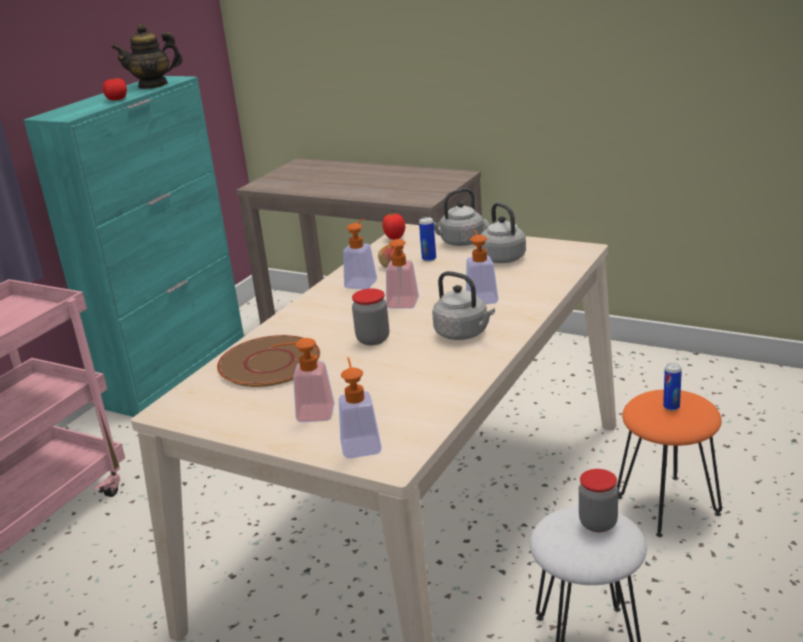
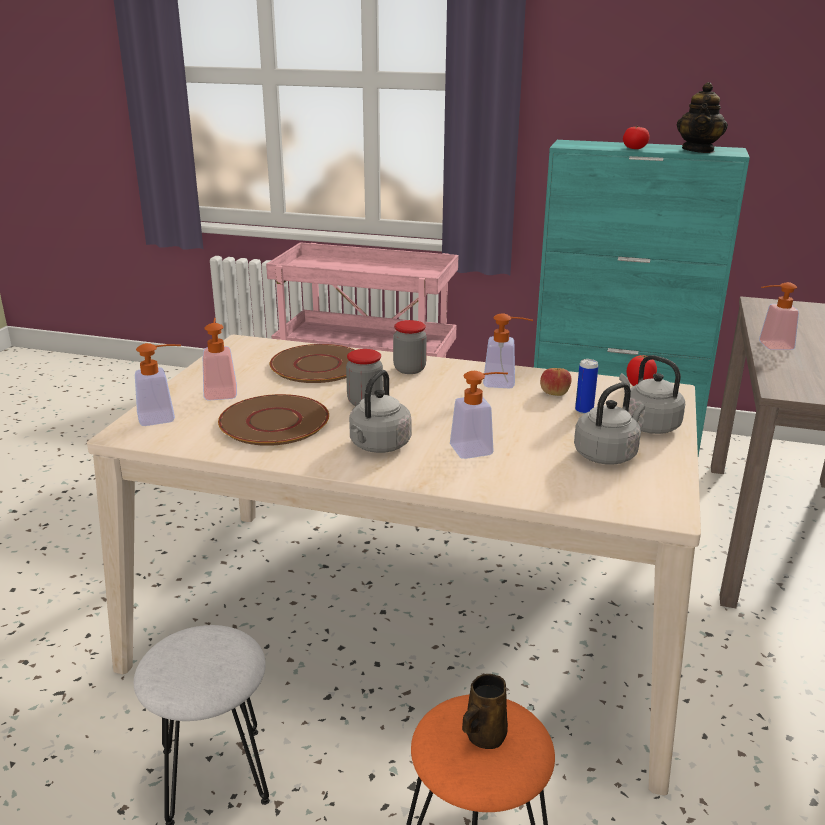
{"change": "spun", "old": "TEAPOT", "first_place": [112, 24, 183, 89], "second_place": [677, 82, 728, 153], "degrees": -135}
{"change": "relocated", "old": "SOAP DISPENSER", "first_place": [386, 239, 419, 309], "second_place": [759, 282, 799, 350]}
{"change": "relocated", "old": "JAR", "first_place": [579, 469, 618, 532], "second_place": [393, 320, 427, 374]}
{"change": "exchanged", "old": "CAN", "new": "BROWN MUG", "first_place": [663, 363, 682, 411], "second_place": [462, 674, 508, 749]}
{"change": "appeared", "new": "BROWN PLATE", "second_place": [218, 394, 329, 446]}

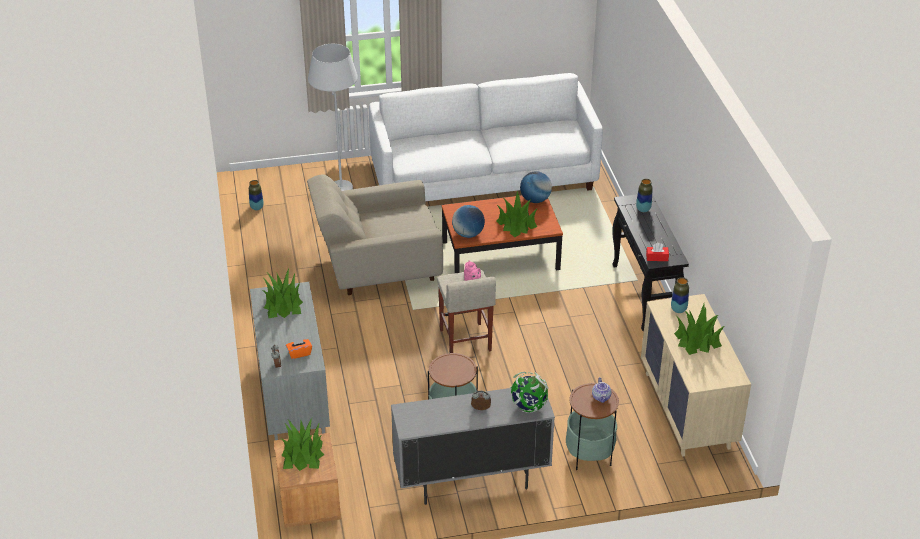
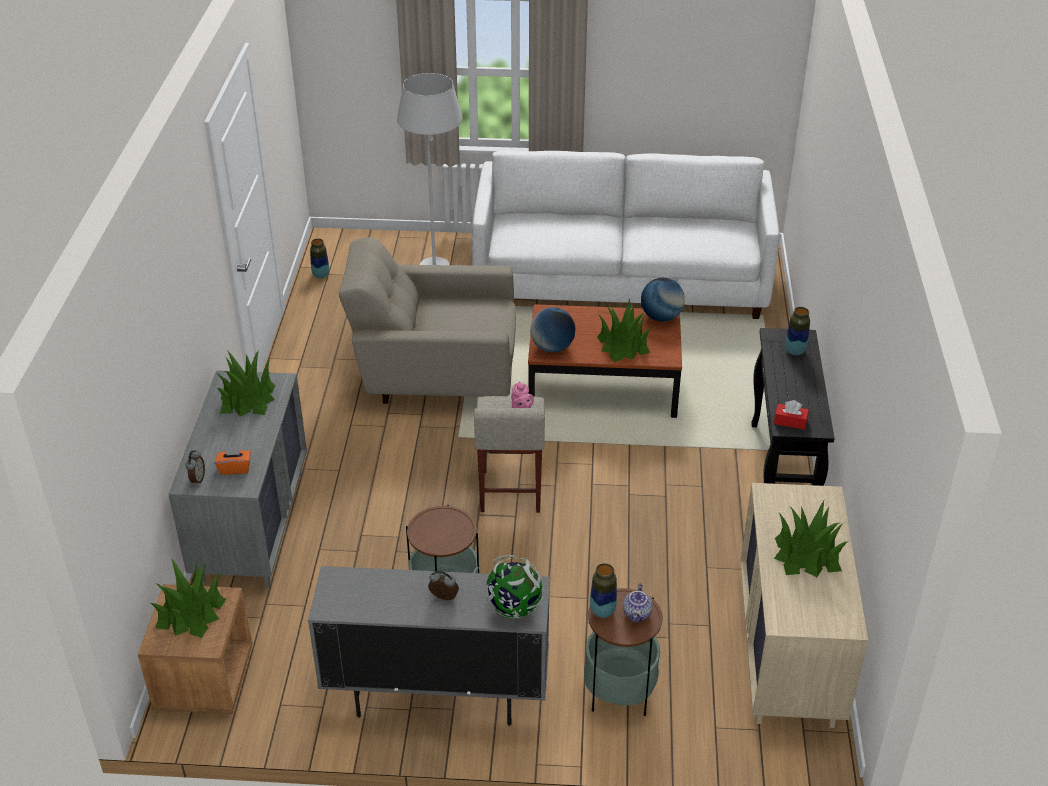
{"change": "relocated", "old": "VASE", "first_place": [671, 277, 689, 313], "second_place": [590, 563, 617, 618]}

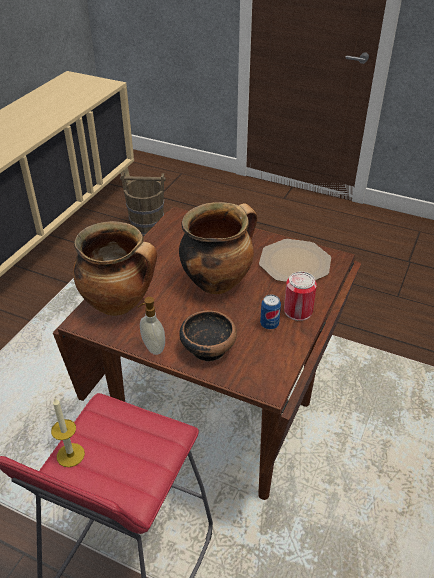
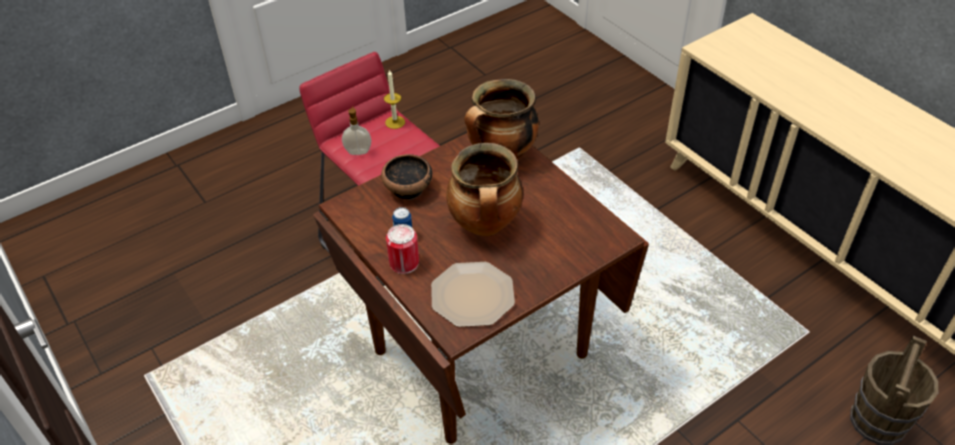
{"change": "relocated", "old": "SOAP DISPENSER", "first_place": [137, 297, 165, 355], "second_place": [342, 106, 371, 155]}

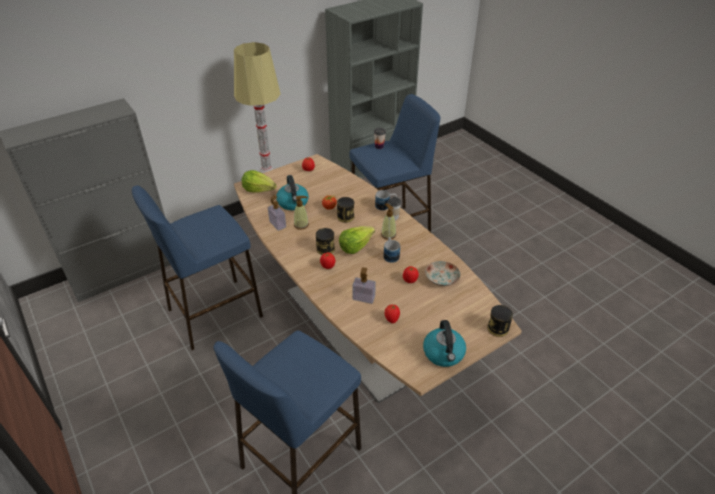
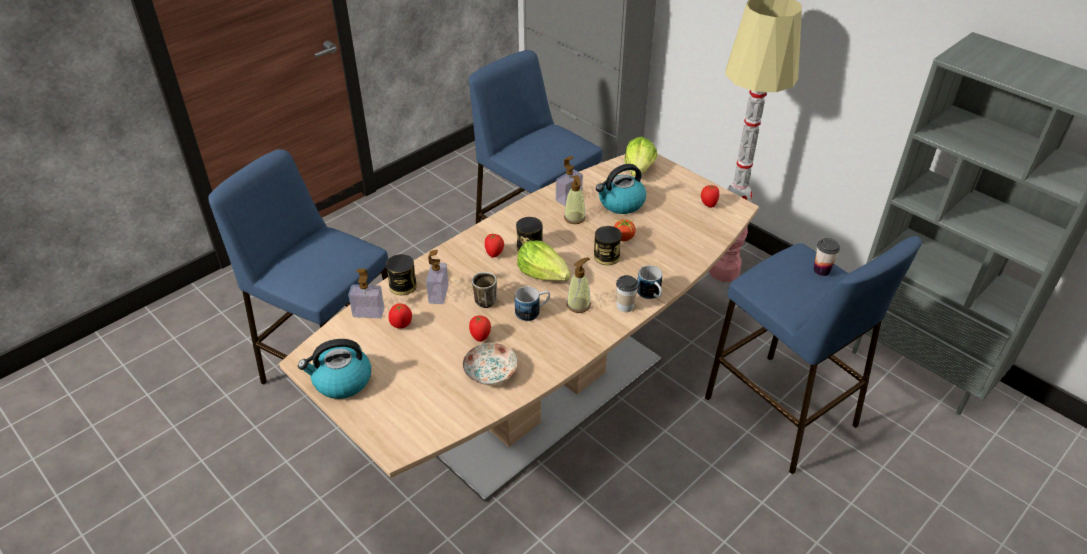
{"change": "relocated", "old": "CAN", "first_place": [487, 305, 513, 337], "second_place": [386, 254, 417, 295]}
{"change": "appeared", "new": "SOAP DISPENSER", "second_place": [348, 269, 385, 318]}
{"change": "appeared", "new": "MUG", "second_place": [472, 272, 497, 308]}

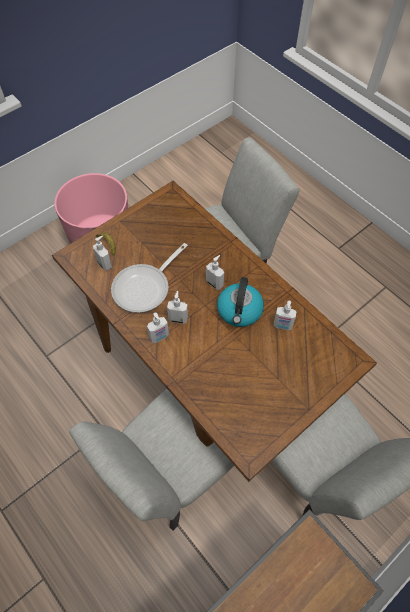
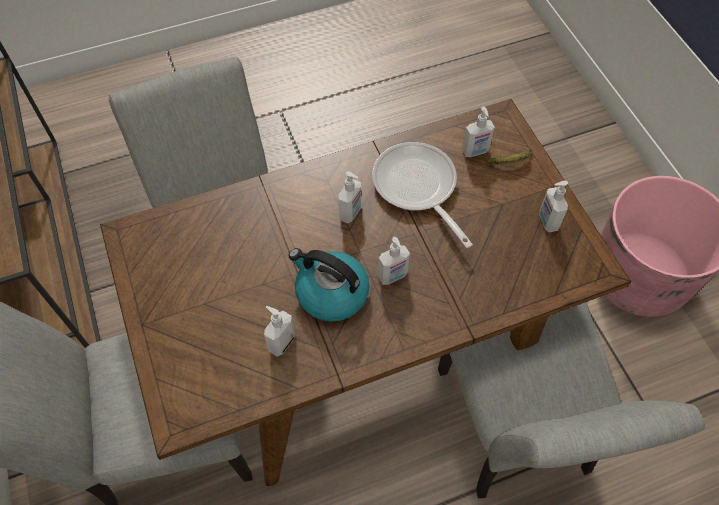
{"change": "relocated", "old": "SOAP DISPENSER", "first_place": [147, 312, 169, 343], "second_place": [539, 181, 568, 233]}

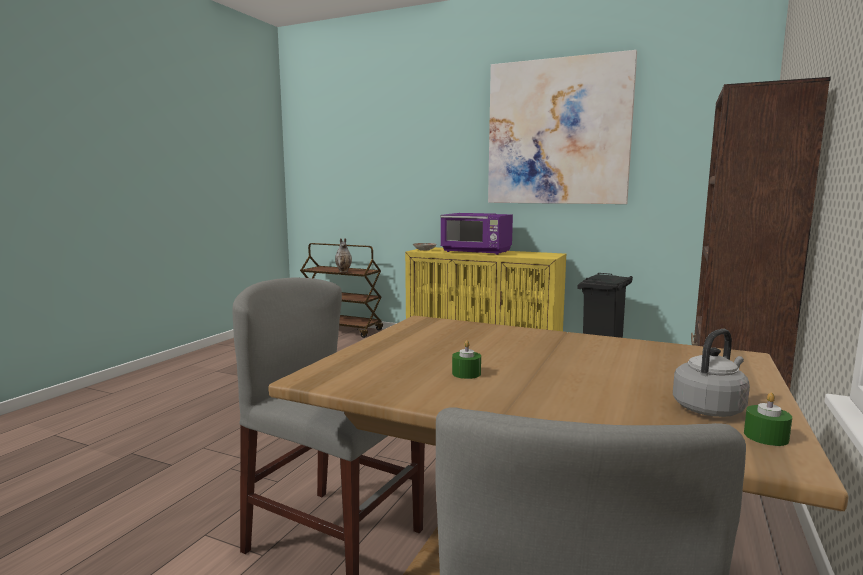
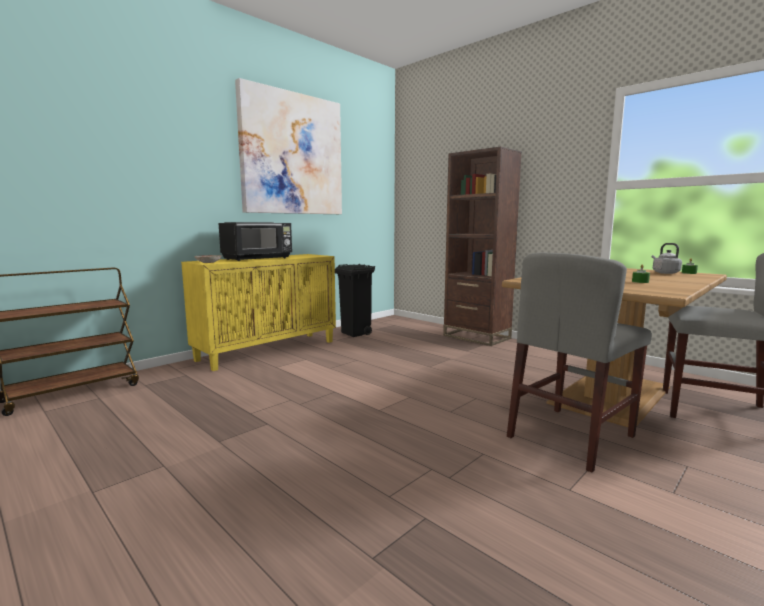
{"change": "missing", "old": "VASE", "first_place": [335, 238, 352, 272]}
{"change": "colour", "old": "PURPLE MICROWAVE", "new": "BLACK MICROWAVE", "first_place": [440, 213, 513, 255], "second_place": [219, 222, 292, 261]}

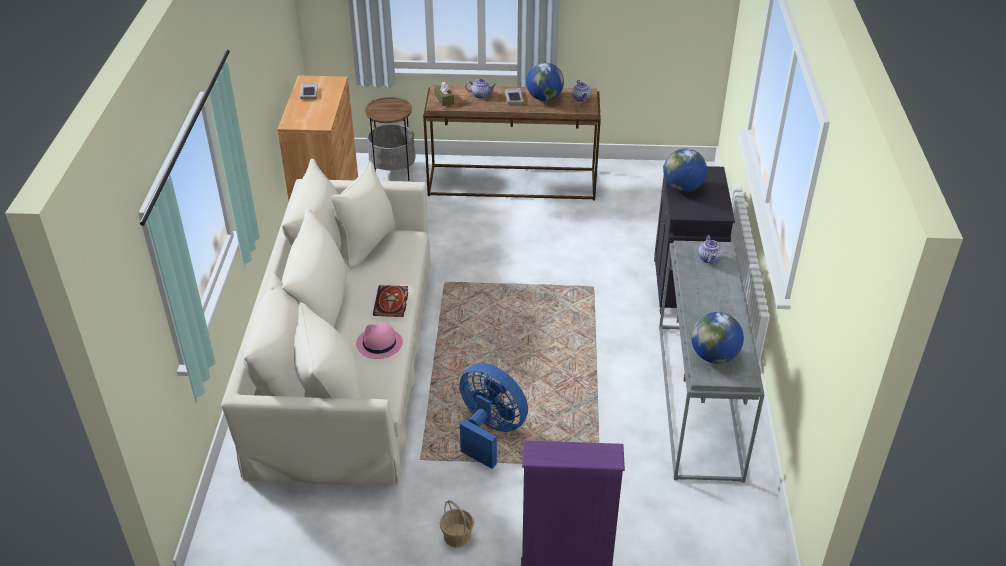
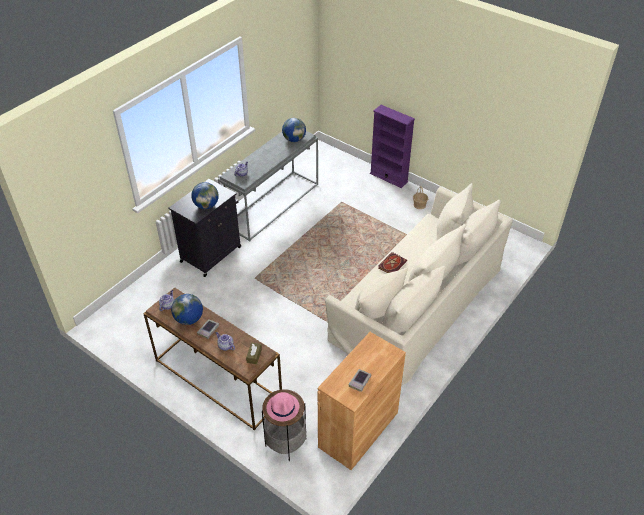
{"change": "relocated", "old": "PINK HAT", "first_place": [356, 323, 403, 359], "second_place": [267, 392, 299, 421]}
{"change": "missing", "old": "BLUE FAN", "first_place": [460, 363, 528, 469]}

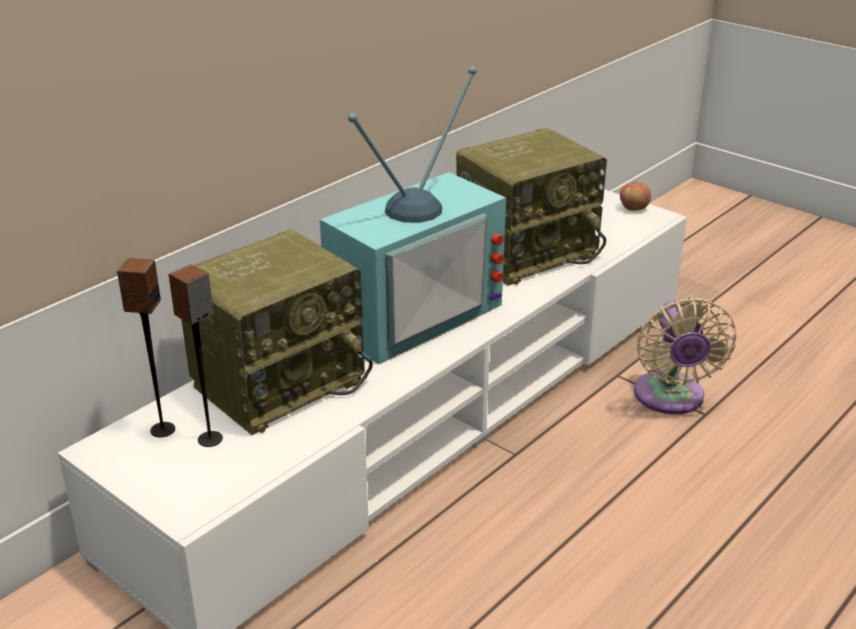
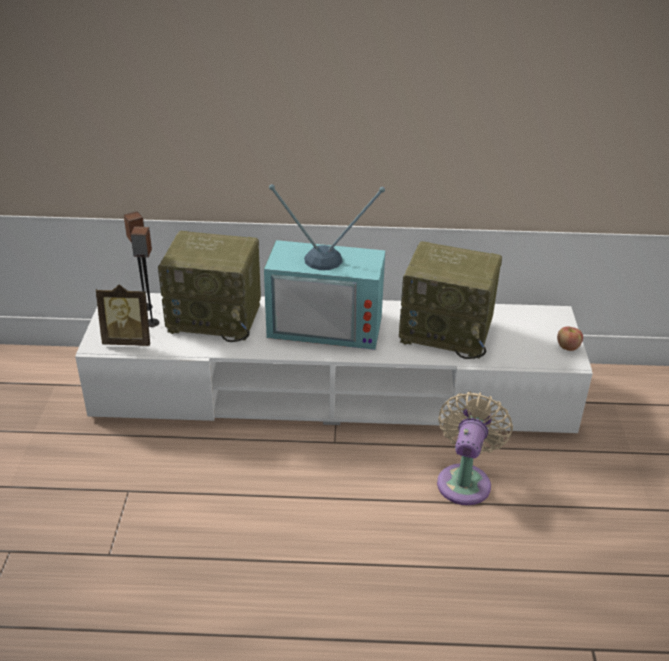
{"change": "spun", "old": "BEIGE FAN", "first_place": [634, 297, 736, 414], "second_place": [437, 392, 513, 505], "degrees": 150}
{"change": "appeared", "new": "PICTURE FRAME", "second_place": [96, 285, 150, 346]}

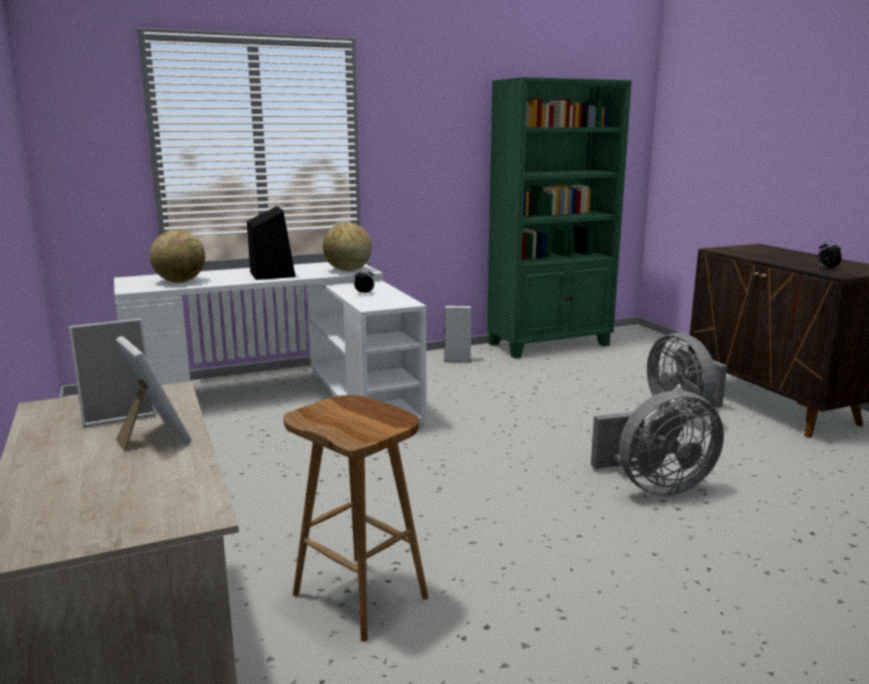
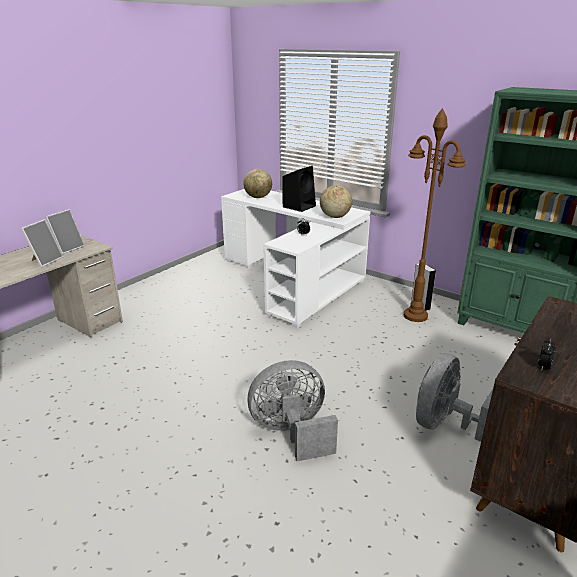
{"change": "spun", "old": "PICTURE FRAME", "first_place": [69, 319, 156, 427], "second_place": [45, 209, 85, 254], "degrees": -90}
{"change": "missing", "old": "BROWN STOOL", "first_place": [284, 395, 429, 642]}
{"change": "spun", "old": "GREY FAN", "first_place": [591, 390, 724, 496], "second_place": [248, 360, 338, 461], "degrees": 120}
{"change": "appeared", "new": "BROWN FLOOR LAMP", "second_place": [404, 108, 466, 322]}

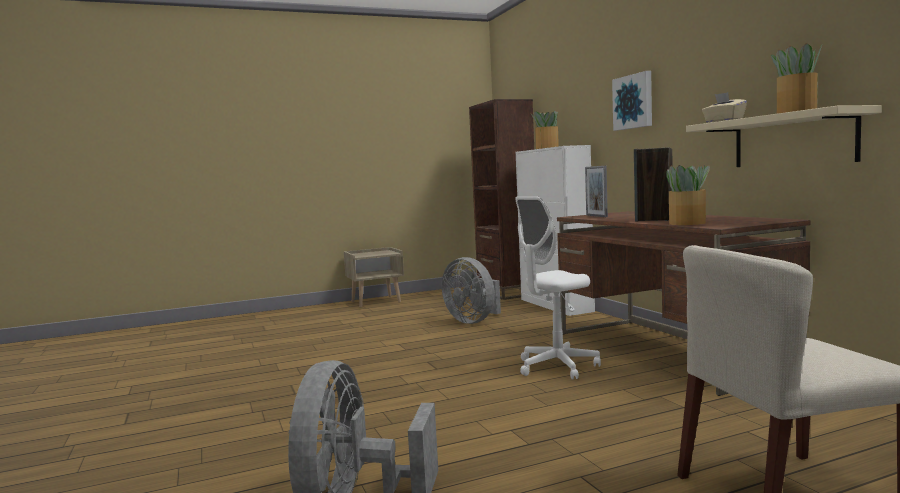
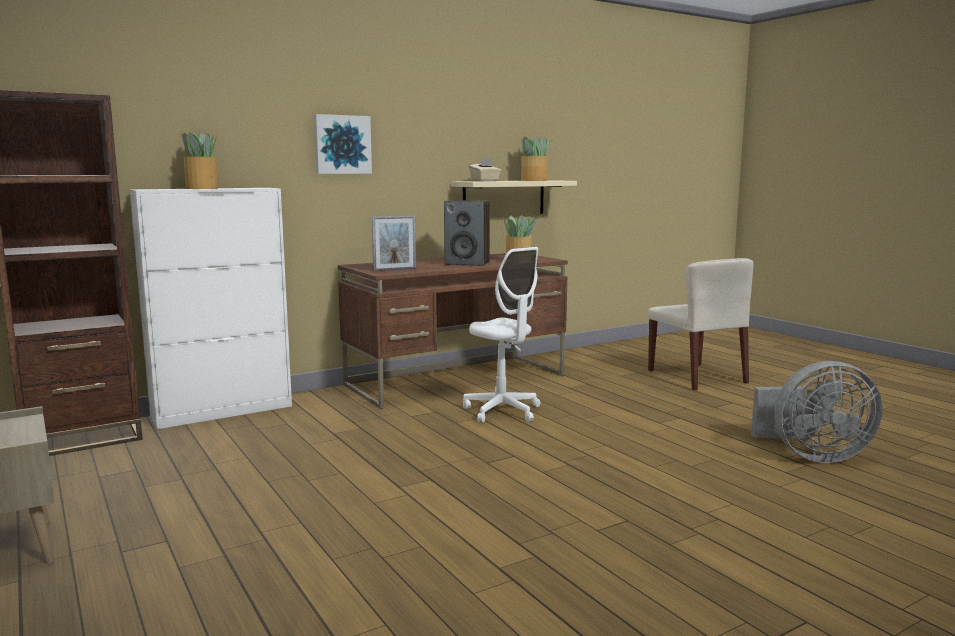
{"change": "missing", "old": "GREY FAN", "first_place": [442, 257, 501, 324]}

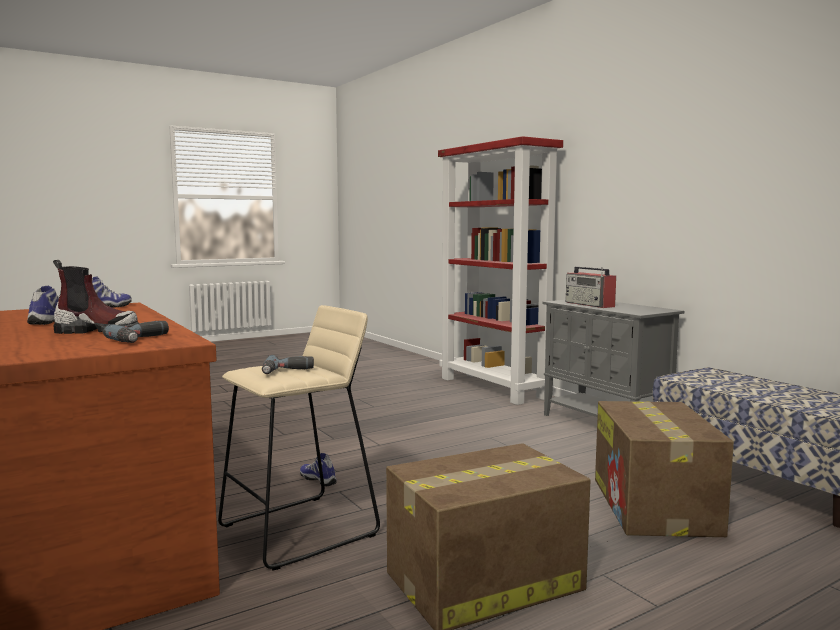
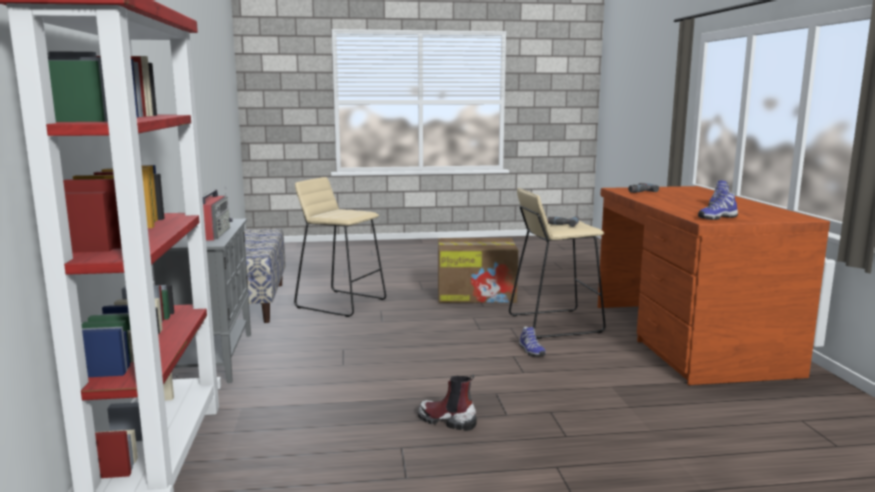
{"change": "relocated", "old": "BOOT", "first_place": [53, 260, 139, 334], "second_place": [418, 374, 477, 431]}
{"change": "exchanged", "old": "CARDBOARD BOX", "new": "BEIGE STOOL", "first_place": [595, 401, 734, 537], "second_place": [294, 177, 386, 317]}

